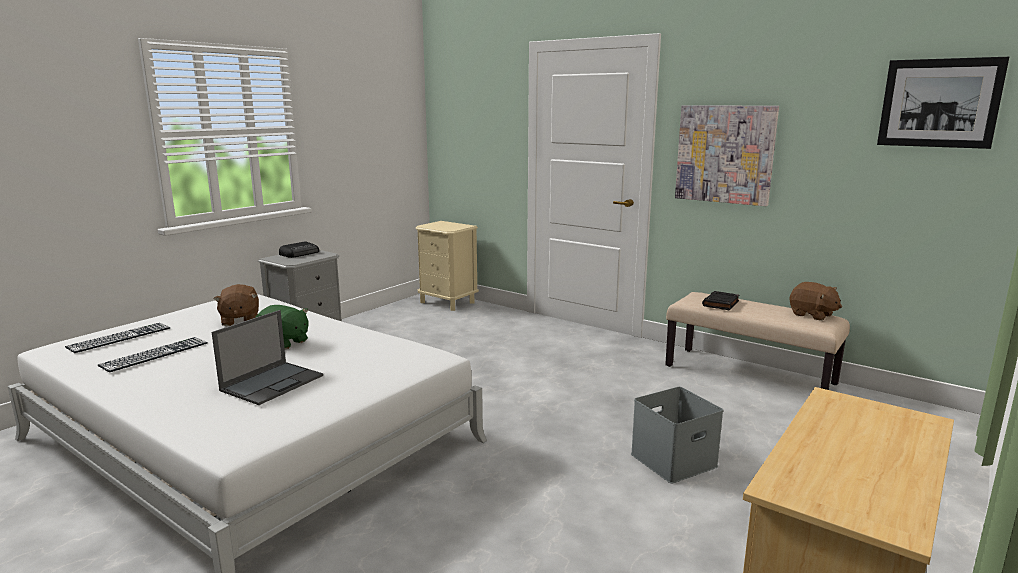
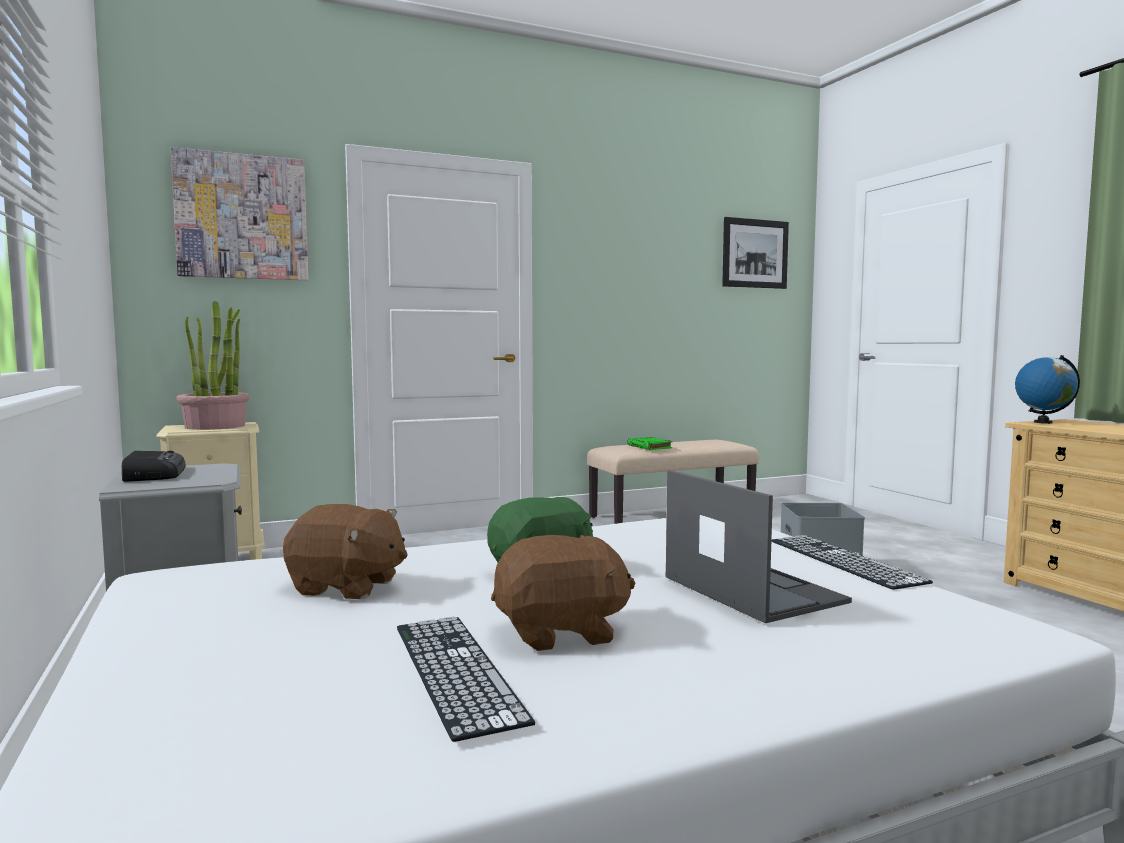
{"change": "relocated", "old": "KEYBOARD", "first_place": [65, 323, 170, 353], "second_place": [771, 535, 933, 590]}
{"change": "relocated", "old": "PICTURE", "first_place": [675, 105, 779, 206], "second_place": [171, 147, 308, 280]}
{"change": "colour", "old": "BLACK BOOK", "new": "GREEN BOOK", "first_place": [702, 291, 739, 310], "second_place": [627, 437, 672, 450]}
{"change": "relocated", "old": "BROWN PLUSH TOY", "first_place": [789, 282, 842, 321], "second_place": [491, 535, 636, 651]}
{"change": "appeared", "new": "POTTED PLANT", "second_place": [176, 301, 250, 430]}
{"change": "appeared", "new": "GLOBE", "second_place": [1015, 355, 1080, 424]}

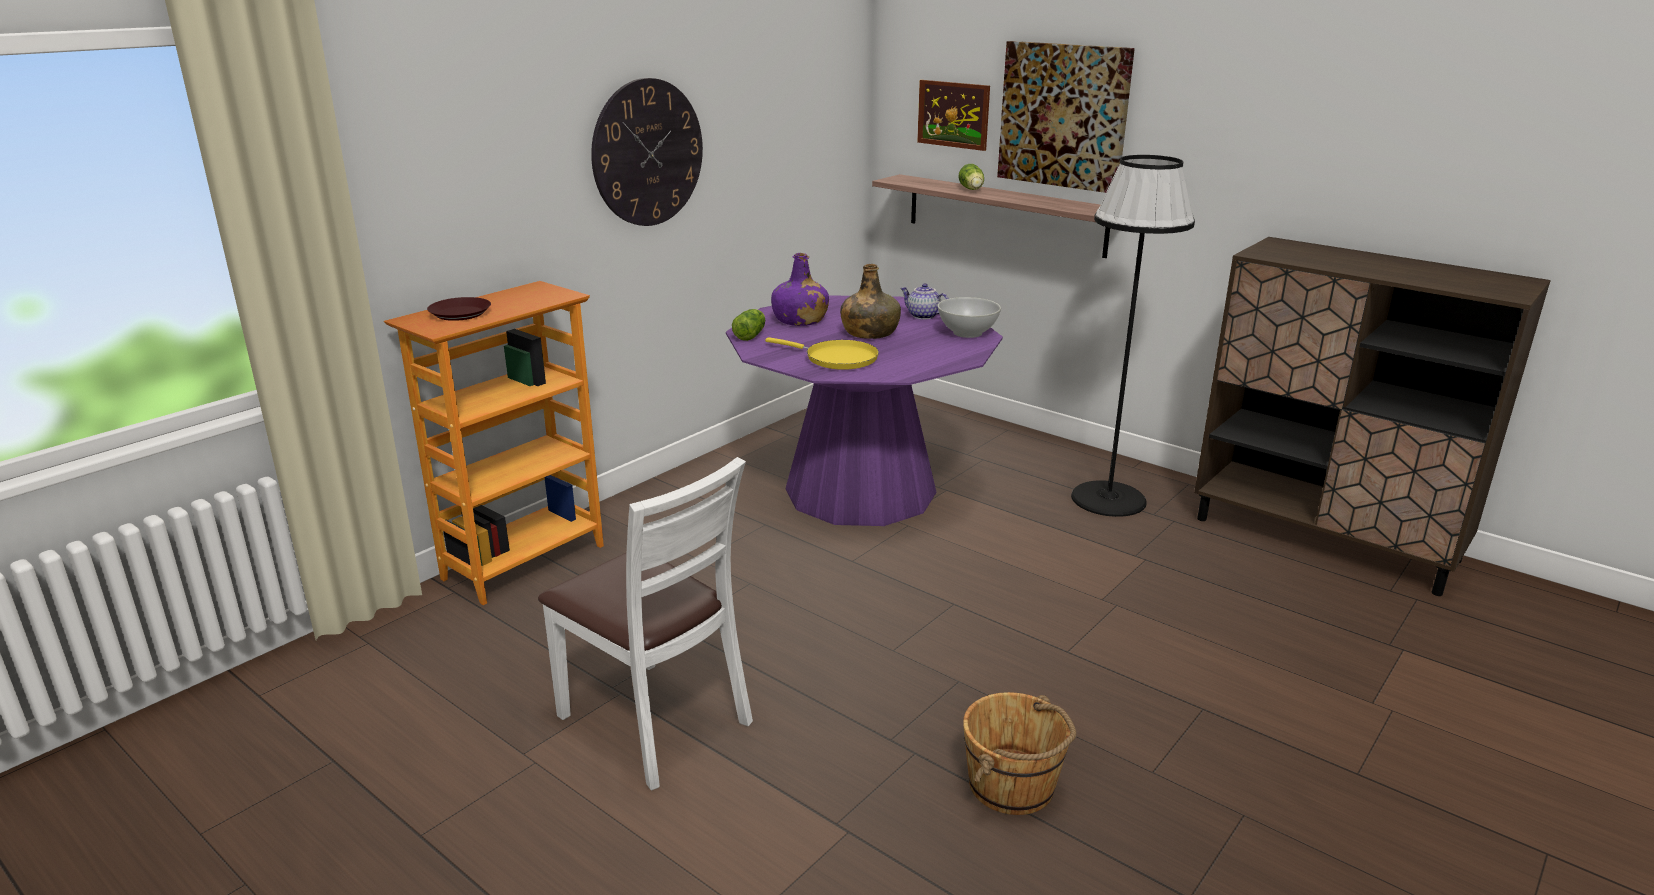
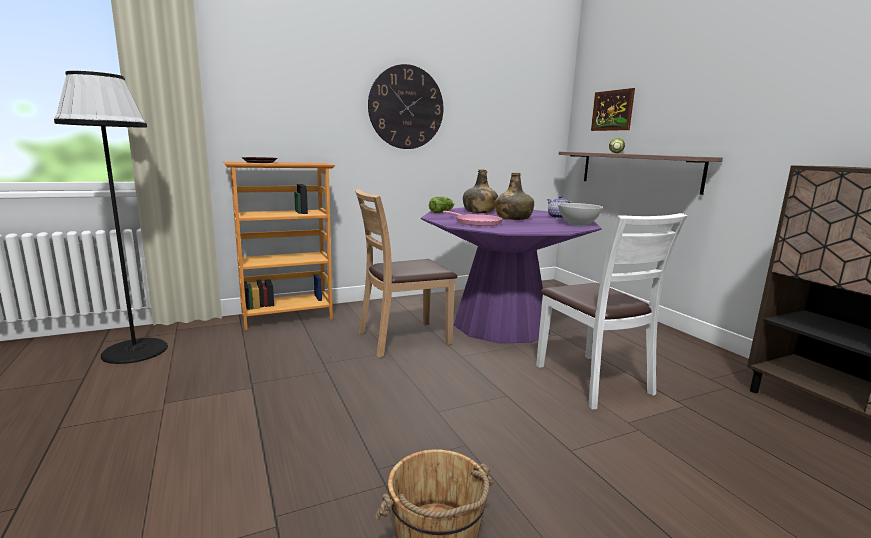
{"change": "relocated", "old": "WHITE CHAIR", "first_place": [538, 457, 753, 791], "second_place": [536, 213, 687, 410]}
{"change": "colour", "old": "YELLOW FRYING PAN", "new": "PINK FRYING PAN", "first_place": [765, 337, 879, 370], "second_place": [443, 211, 503, 226]}
{"change": "colour", "old": "PURPLE BOTTLE", "new": "GREEN BOTTLE", "first_place": [771, 253, 829, 326], "second_place": [463, 169, 498, 213]}
{"change": "missing", "old": "PICTURE", "first_place": [997, 41, 1135, 193]}
{"change": "relocated", "old": "BLACK FLOOR LAMP", "first_place": [1071, 155, 1195, 517], "second_place": [54, 71, 168, 364]}
{"change": "appeared", "new": "BROWN CHAIR", "second_place": [355, 189, 458, 358]}

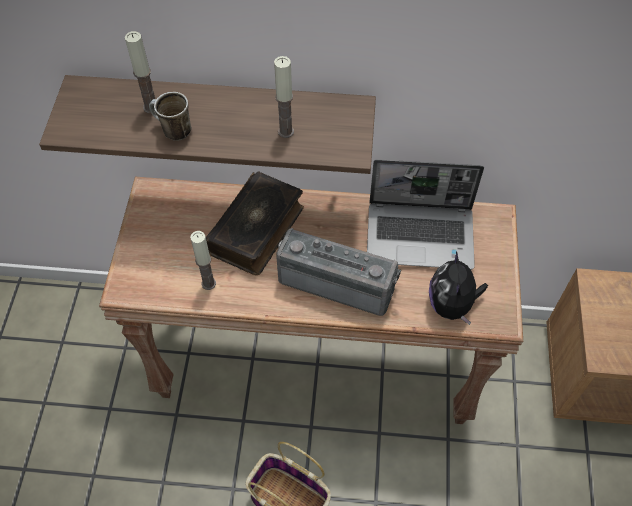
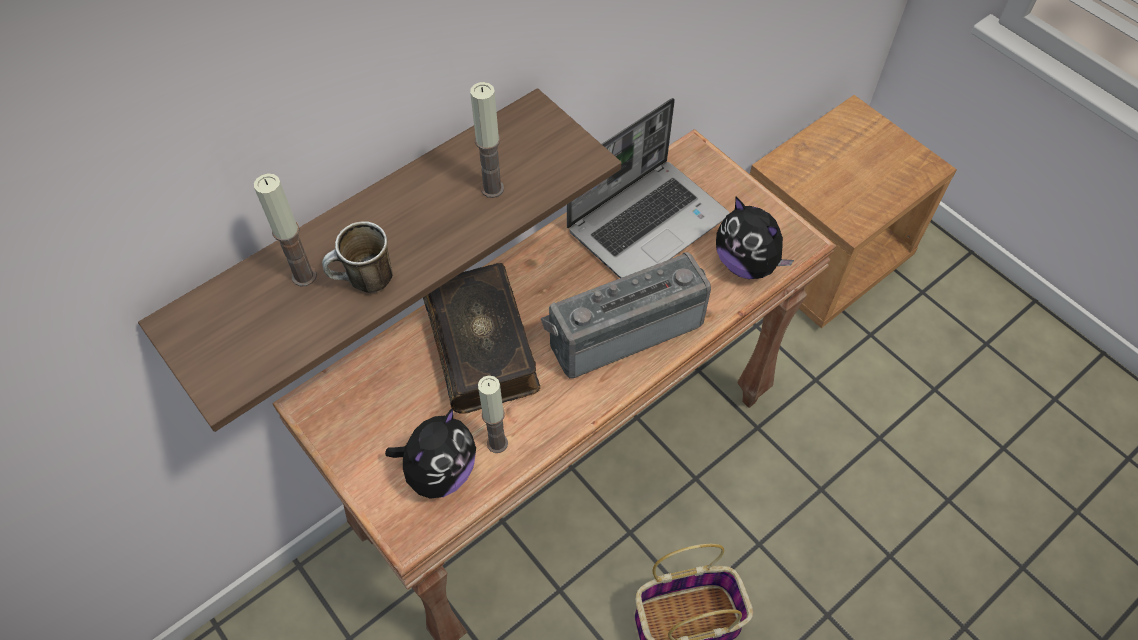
{"change": "appeared", "new": "PLUSH TOY", "second_place": [385, 408, 476, 499]}

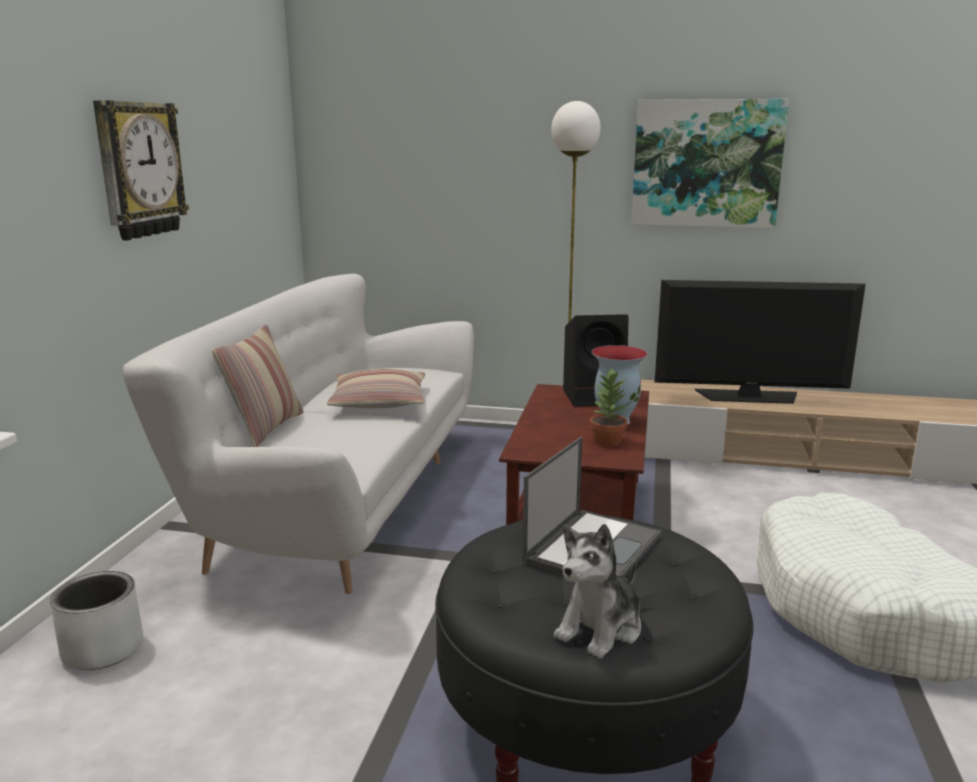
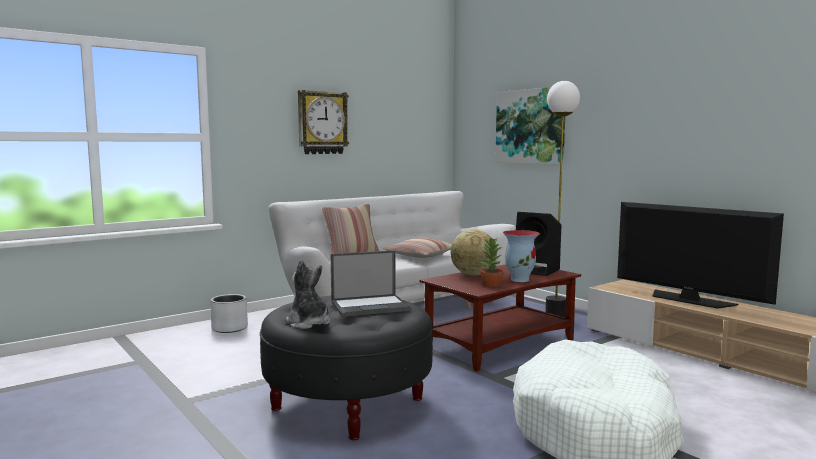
{"change": "spun", "old": "PLUSH TOY", "first_place": [554, 524, 641, 659], "second_place": [286, 260, 330, 329], "degrees": 60}
{"change": "relocated", "old": "PICTURE", "first_place": [631, 99, 789, 228], "second_place": [495, 87, 565, 164]}
{"change": "appeared", "new": "GLOBE", "second_place": [450, 229, 497, 275]}

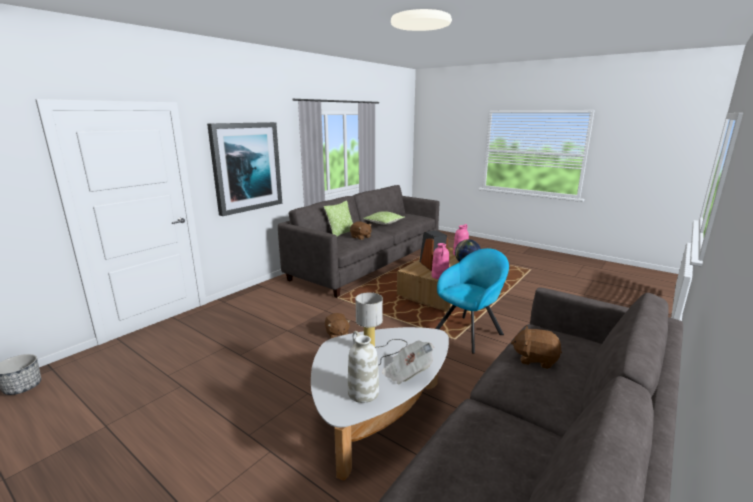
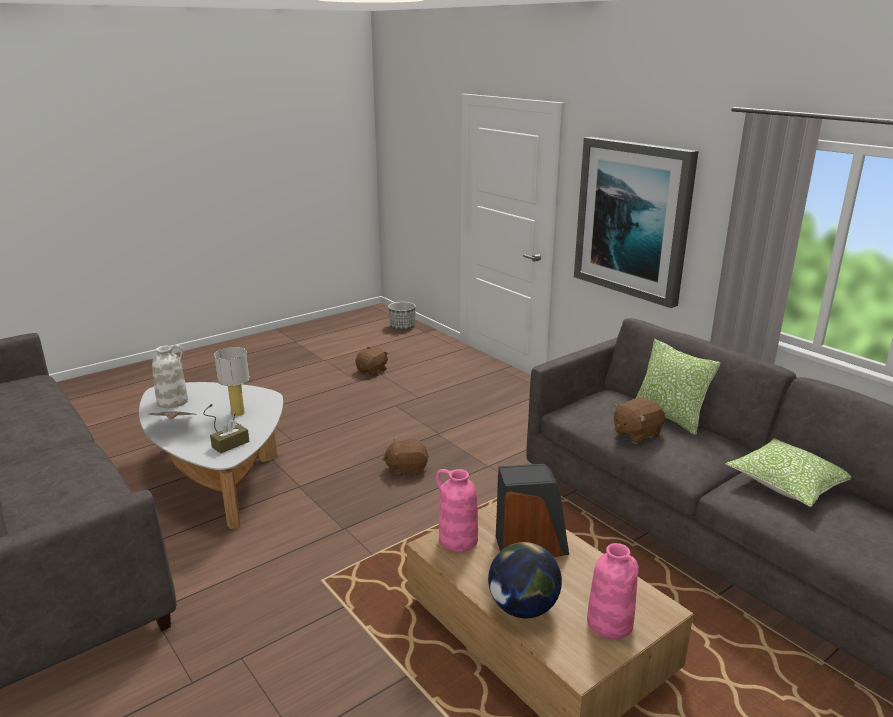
{"change": "missing", "old": "TURQUOISE ARMCHAIR", "first_place": [435, 248, 509, 354]}
{"change": "relocated", "old": "BROWN PLUSH TOY", "first_place": [511, 326, 562, 369], "second_place": [355, 347, 388, 376]}
{"change": "appeared", "new": "BROWN TISSUE BOX", "second_place": [210, 420, 249, 453]}

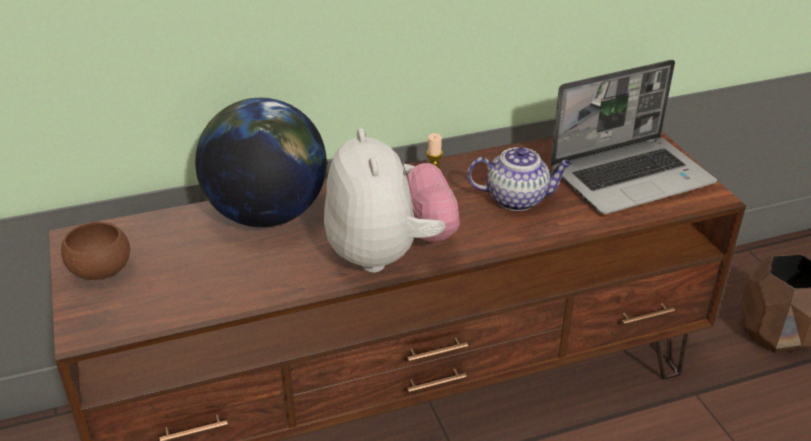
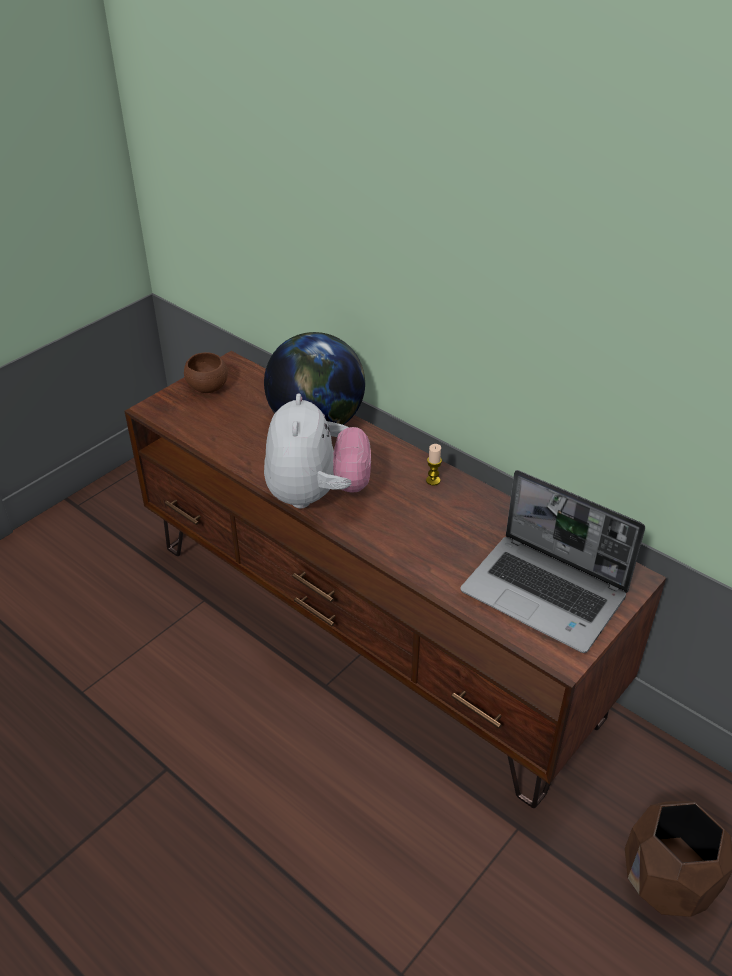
{"change": "spun", "old": "PLUSH TOY", "first_place": [324, 128, 460, 273], "second_place": [264, 394, 371, 509], "degrees": -45}
{"change": "missing", "old": "TEAPOT", "first_place": [467, 147, 572, 211]}

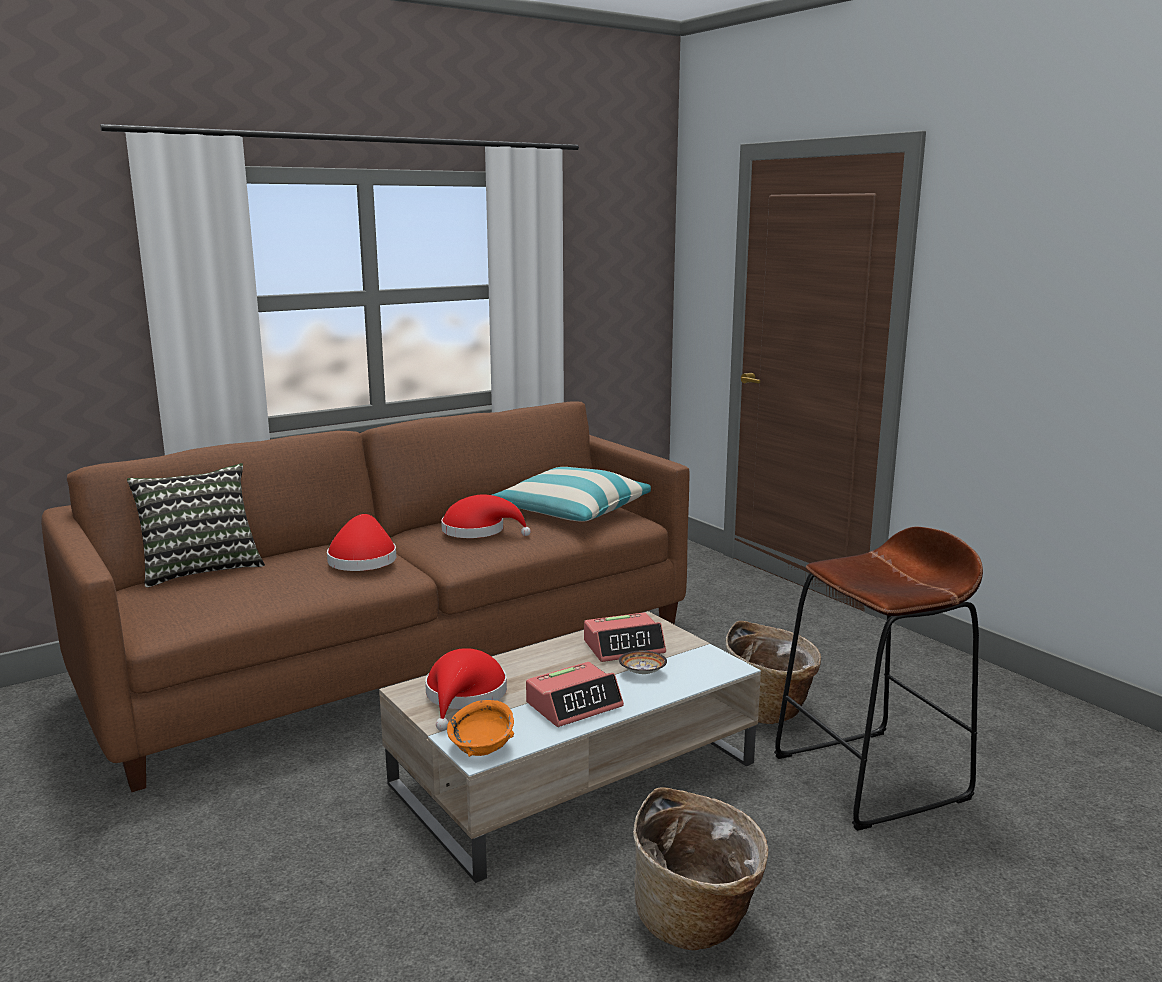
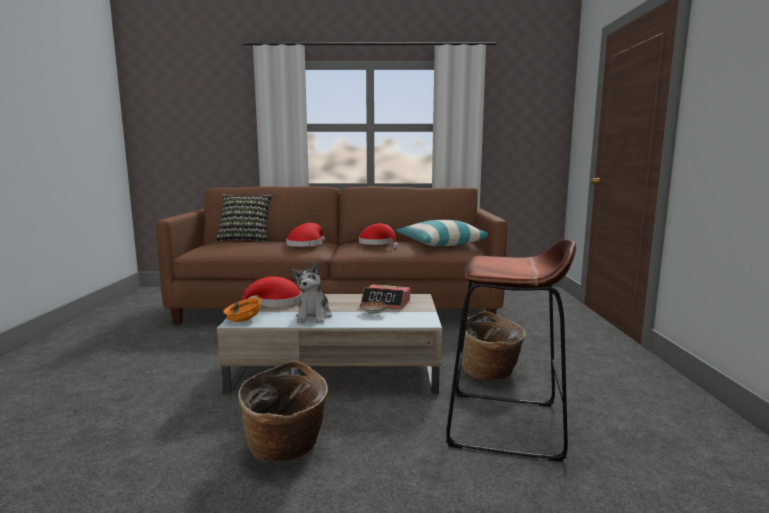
{"change": "exchanged", "old": "ALARM CLOCK", "new": "PLUSH TOY", "first_place": [526, 662, 624, 727], "second_place": [292, 262, 332, 323]}

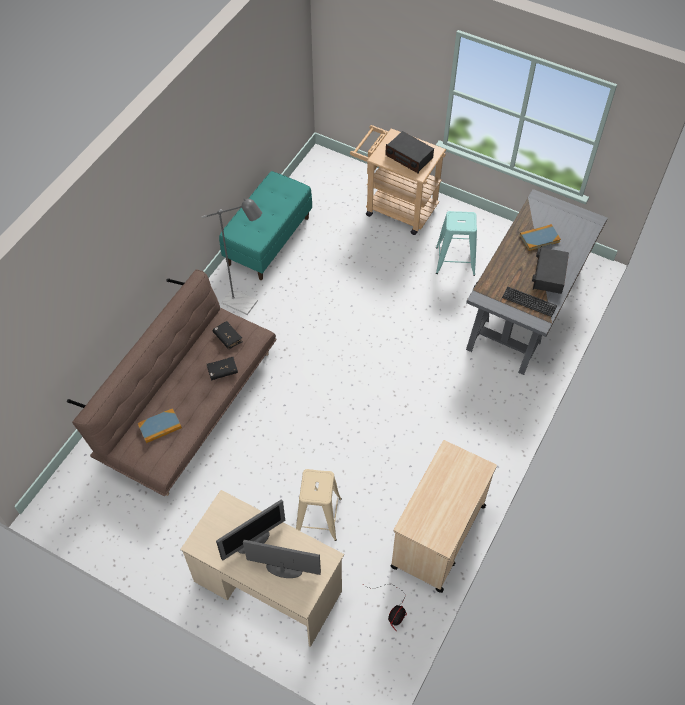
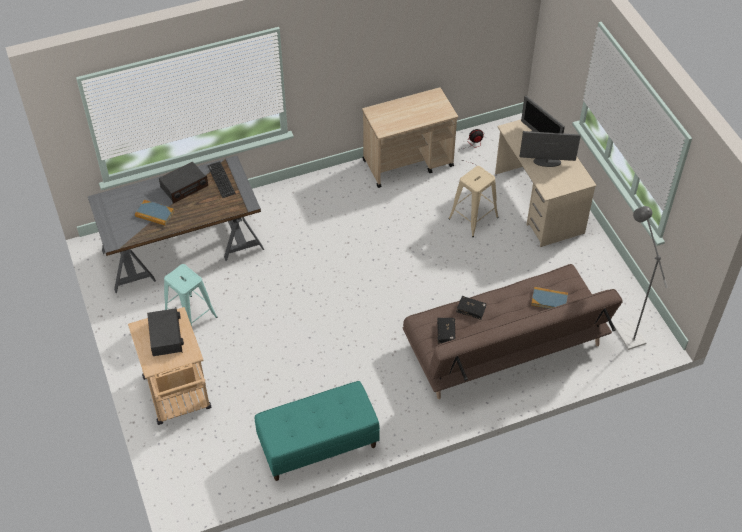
{"change": "relocated", "old": "GREY FLOOR LAMP", "first_place": [201, 198, 262, 315], "second_place": [614, 206, 668, 350]}

